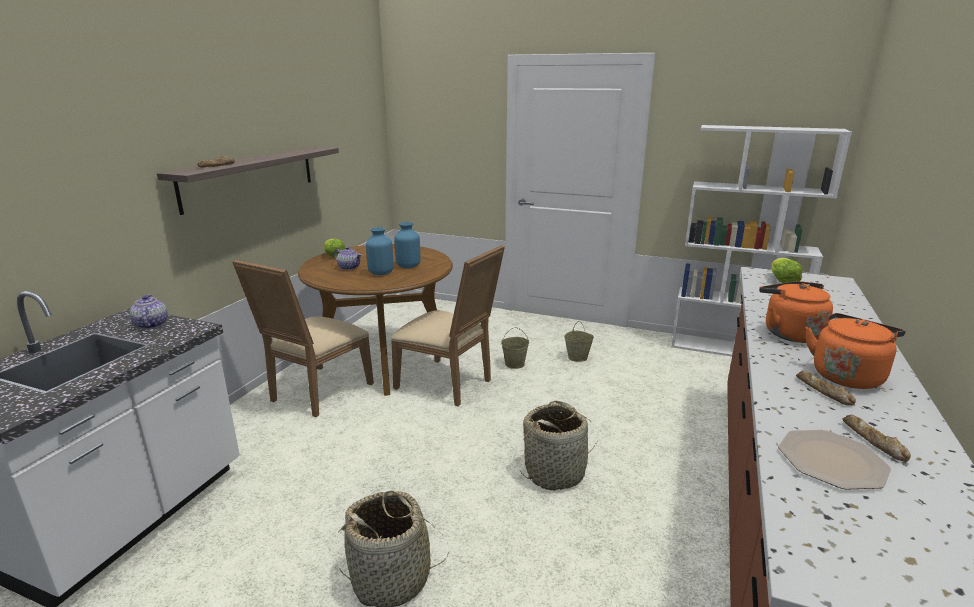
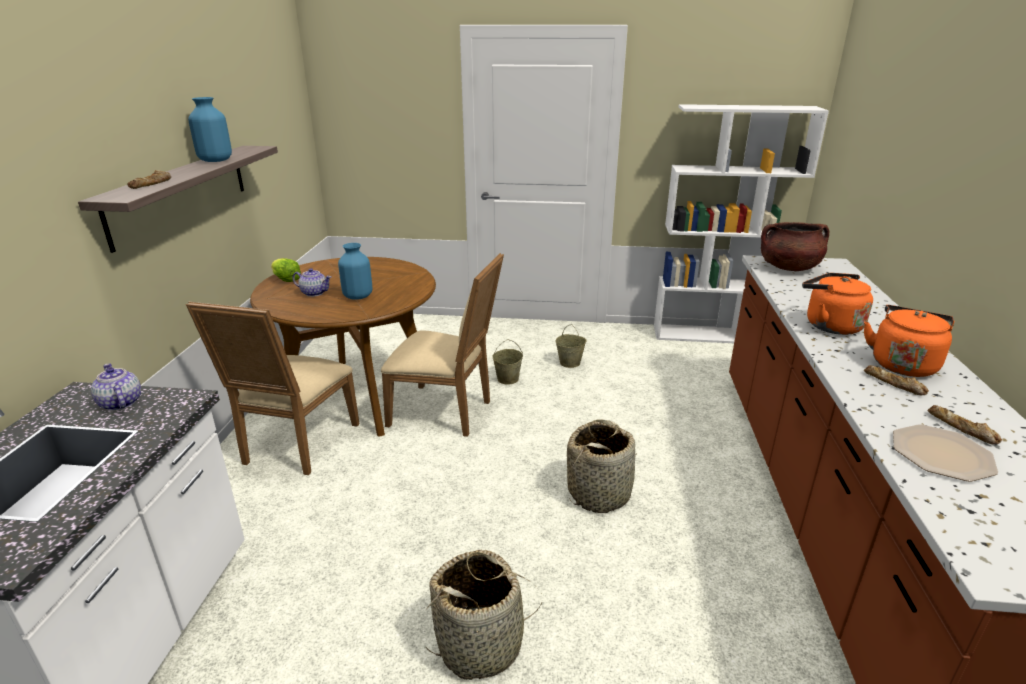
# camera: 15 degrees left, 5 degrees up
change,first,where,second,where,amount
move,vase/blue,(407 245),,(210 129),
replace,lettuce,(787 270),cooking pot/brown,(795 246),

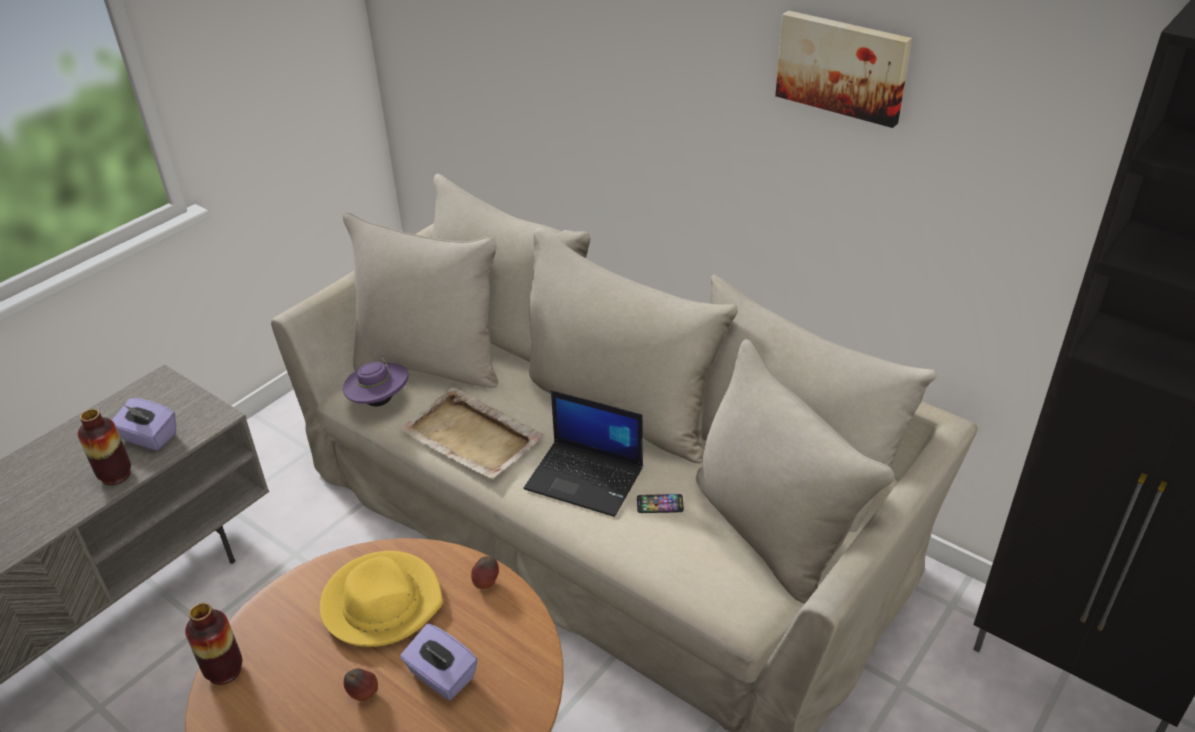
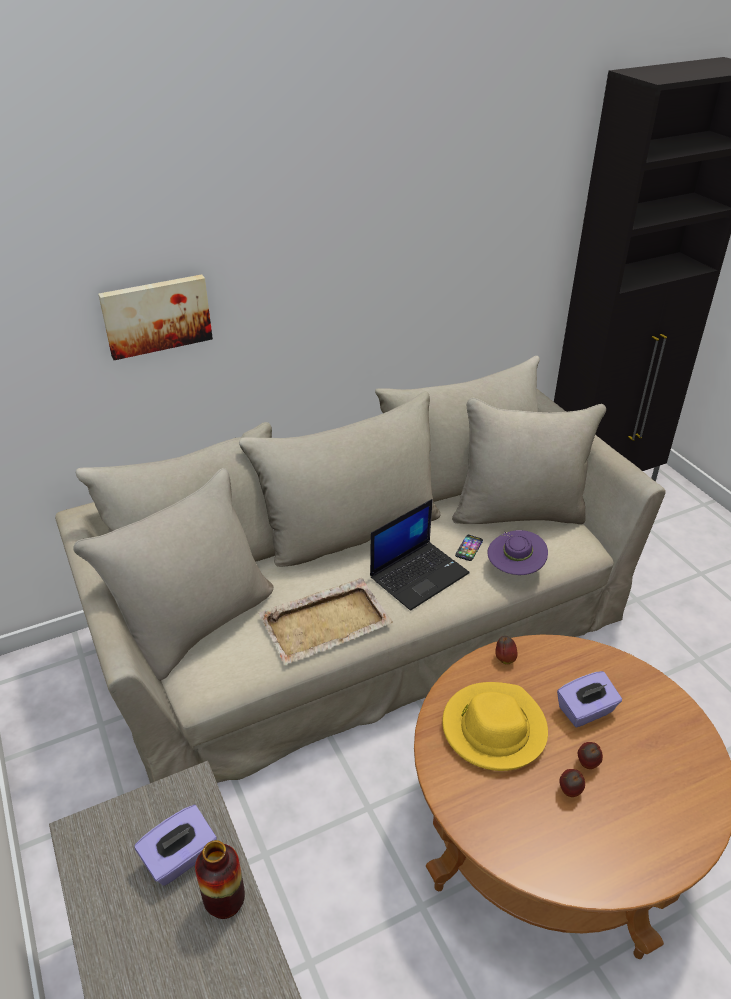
# camera: 65 degrees left, 0 degrees up
change,first,where,second,where,amount
move,picture,(843 69),,(155 317),
move,hat/purple,(376 381),,(517 552),
insert,,,apple,(572 783),
delete,vase,(214 644),,,

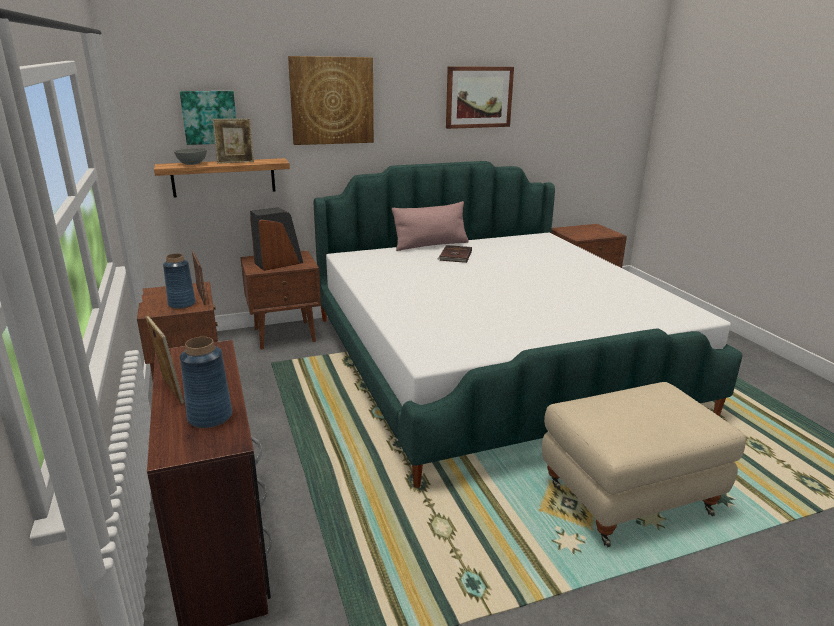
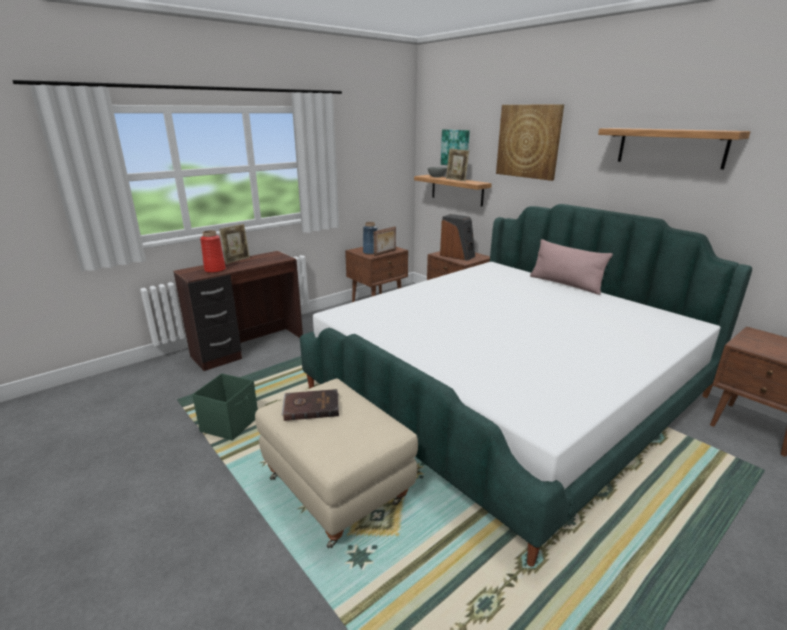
# camera: 70 degrees right, 0 degrees up
change,first,where,second,where,amount
insert,,,storage box/green,(225 407),
recolor,vase/blue,(206 382),vase/red,(213 251),
move,book/brown,(455 254),,(310 405),
replace,picture,(480 97),shelf,(674 148),

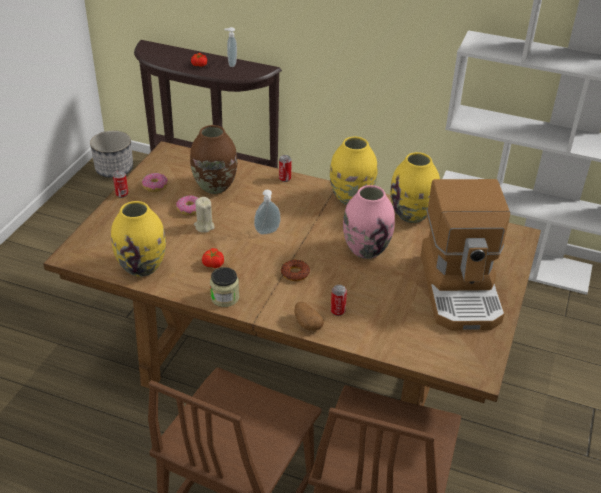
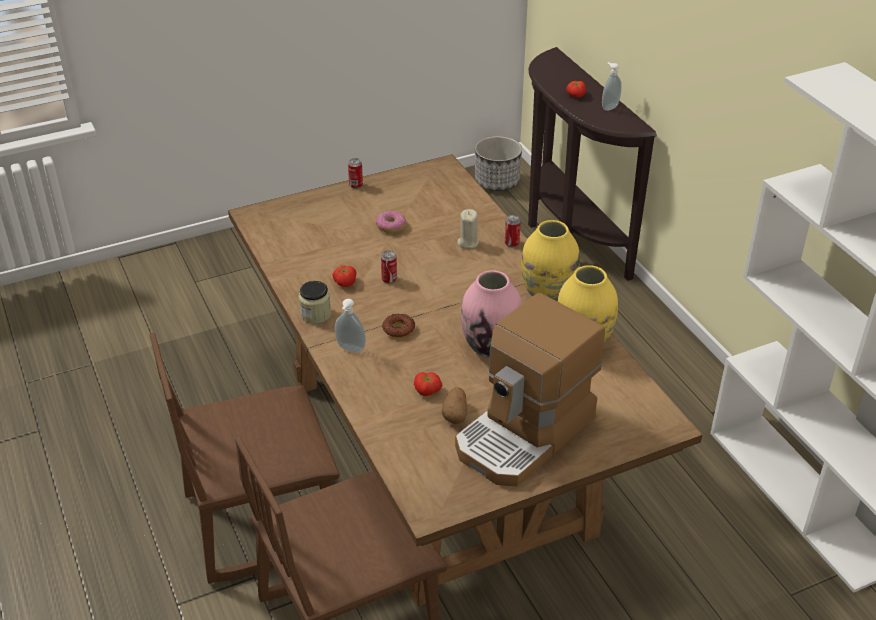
# camera: 45 degrees right, 0 degrees up
change,first,where,second,where,amount
move,soap dispenser,(267 212),,(350 326),
move,can,(339 300),,(389 267),
insert,,,tomato,(428 384),
move,potato,(309 316),,(454 406),
move,candle/beige,(204 215),,(468 229),
delete,vase/yellow,(138 239),,,
delete,donut,(155 182),,,
delete,vase/brown,(213 159),,,

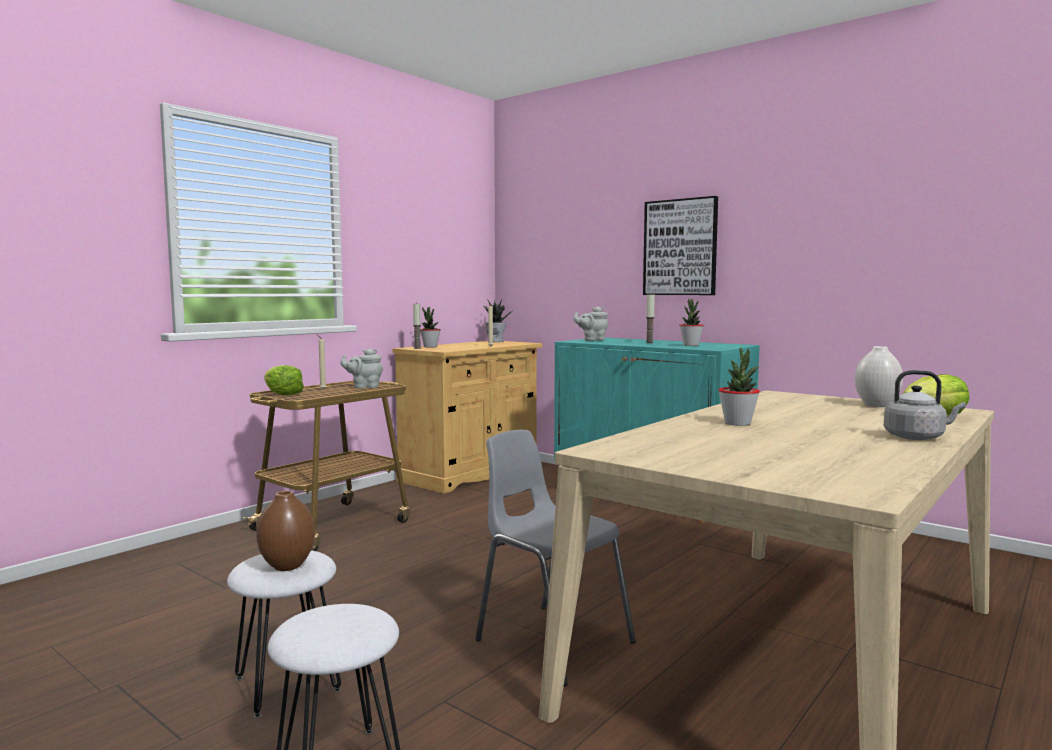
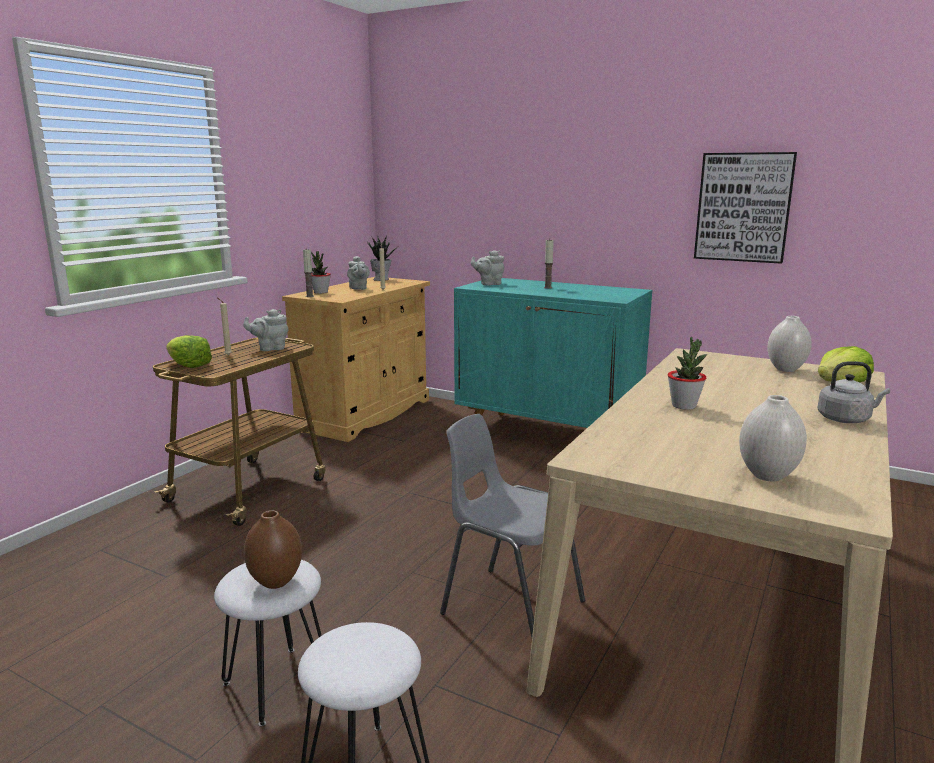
# camera: 10 degrees left, 10 degrees up
change,first,where,second,where,amount
insert,,,teapot/grey,(358 273),
move,picture,(680 245),,(745 208),
insert,,,vase/white,(773 438),
delete,potted plant,(691 322),,,

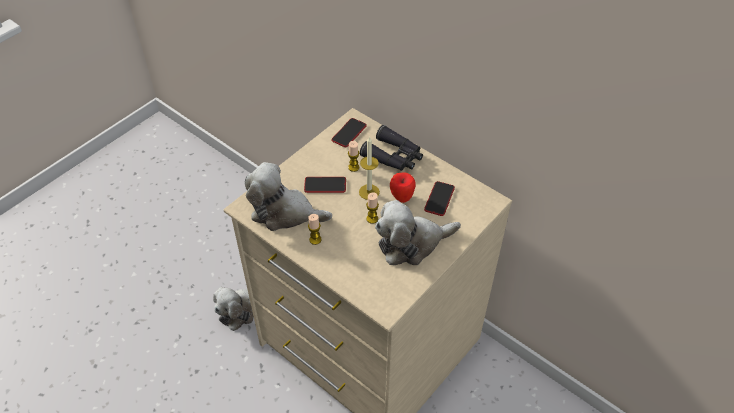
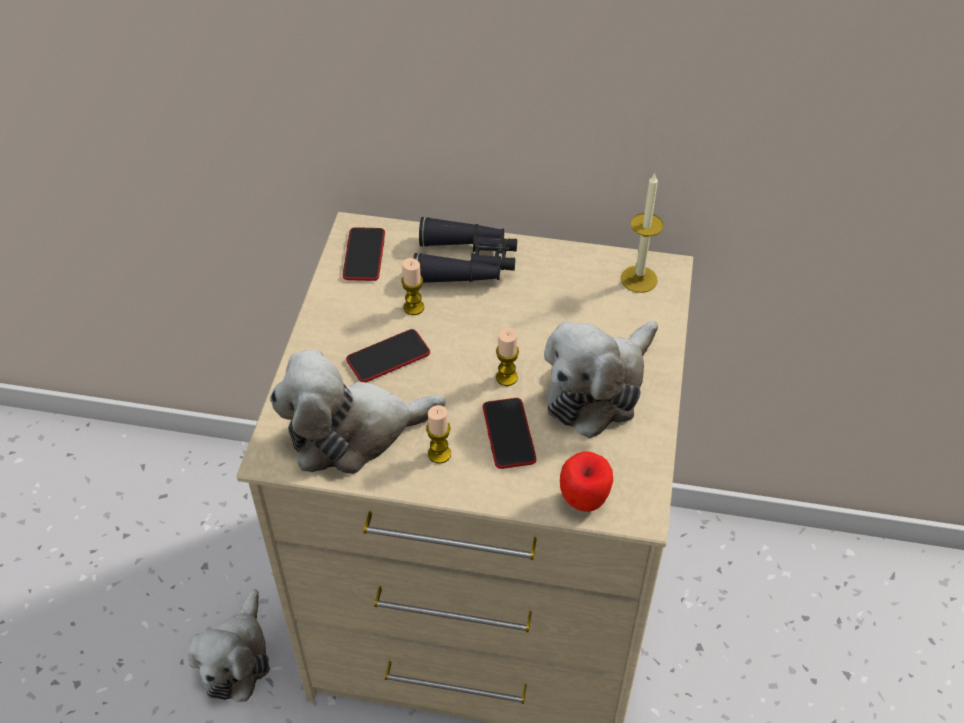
# camera: 30 degrees left, 0 degrees up
change,first,where,second,where,amount
move,phone,(439 198),,(509 433),
move,apple,(403 187),,(586 481),
move,candle,(369 168),,(642 233),

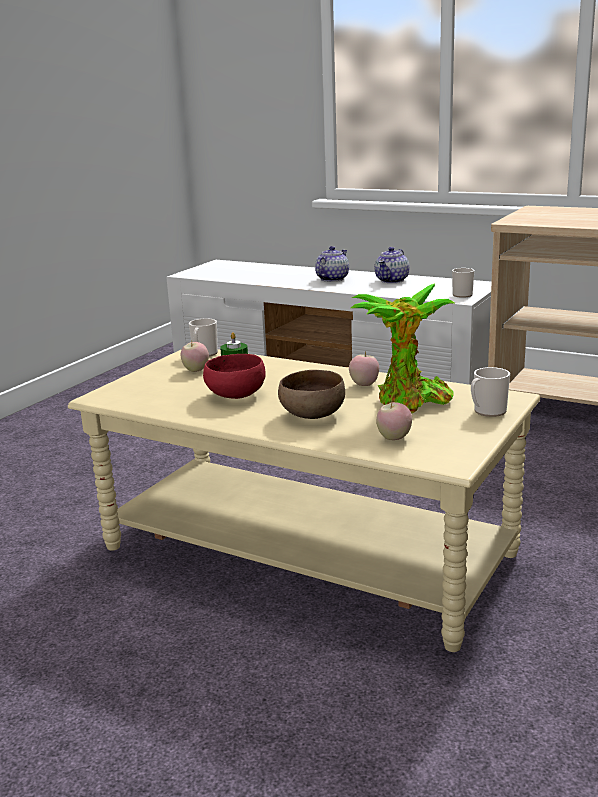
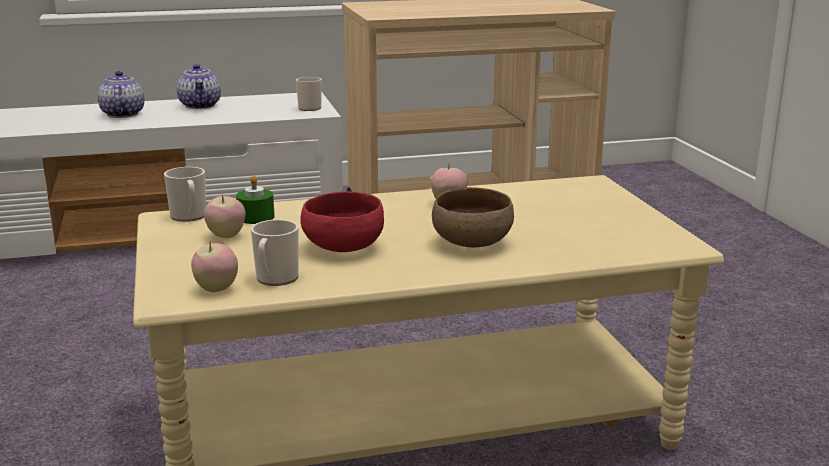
# camera: 45 degrees left, 0 degrees up
change,first,where,second,where,amount
move,apple,(394 420),,(214 267),
move,mug,(490 392),,(275 253),
delete,potted plant,(402 348),,,

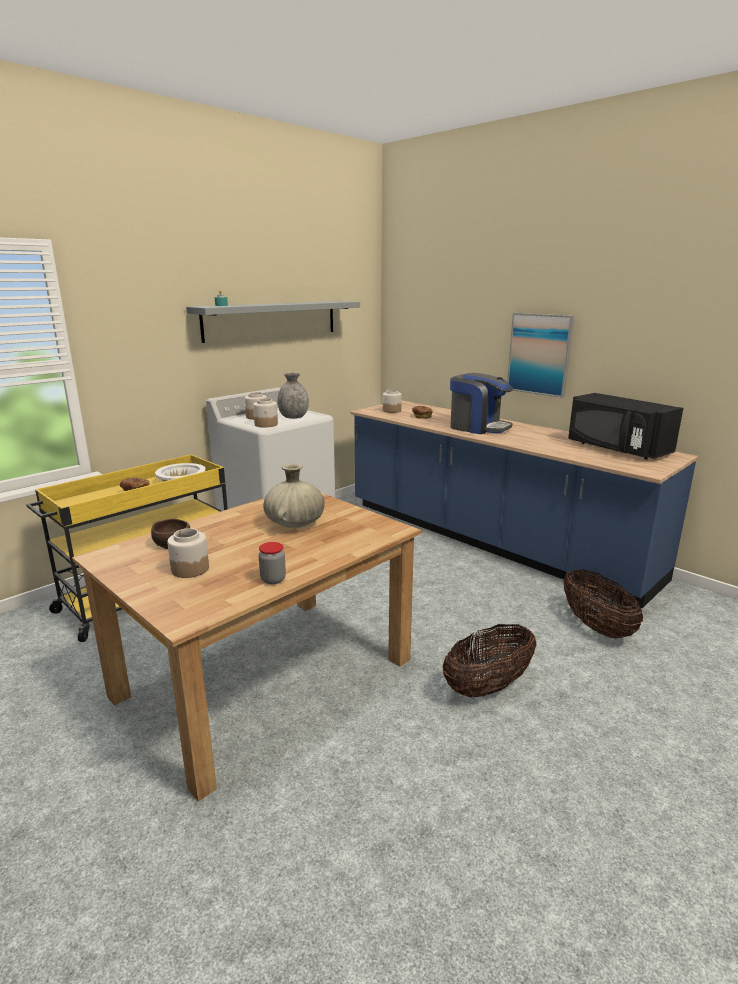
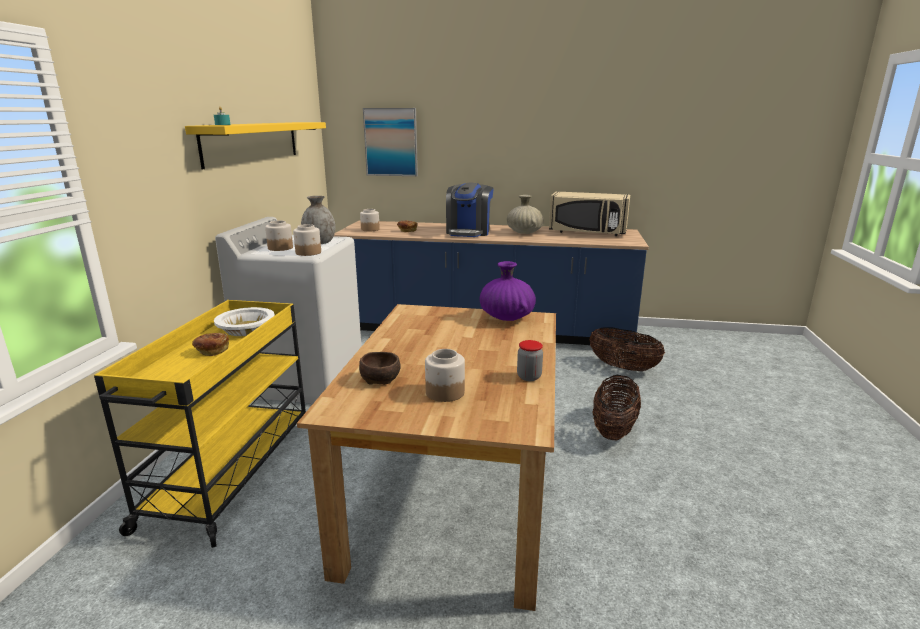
# camera: 35 degrees left, 0 degrees up
change,first,where,second,where,amount
recolor,shelf/grey,(273 322),shelf/yellow,(255 145),
move,picture,(540 355),,(390 142),
rotate,coffee machine,(481 403),,(470 210),105 degrees clockwise
insert,,,vase/purple,(508 291),
move,vase/beige,(293 495),,(525 214),
recolor,microwave/black,(625 426),microwave/beige,(589 214),

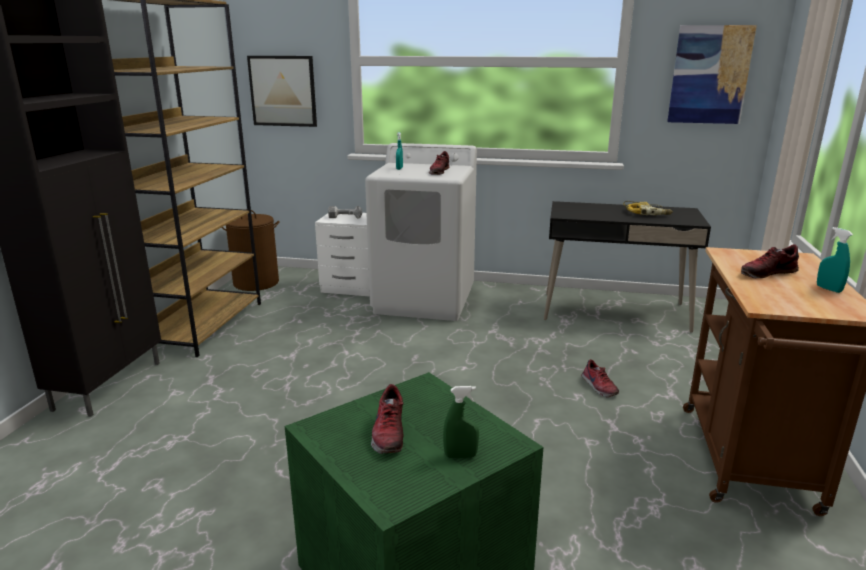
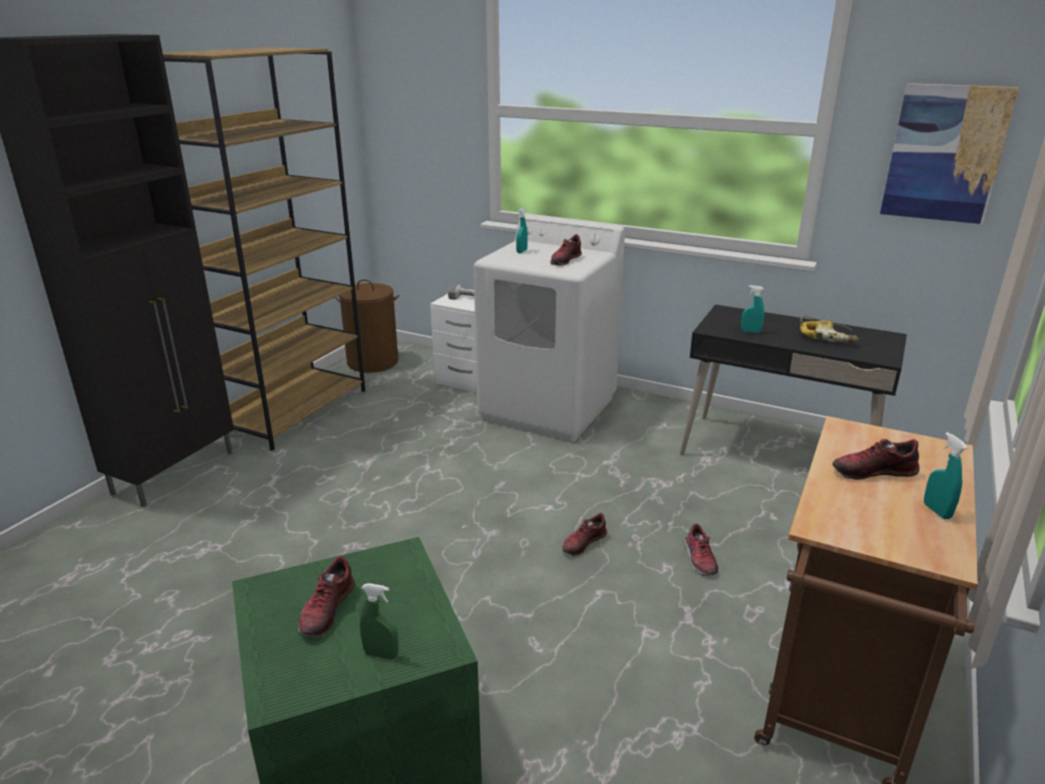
# camera: 15 degrees right, 5 degrees up
change,first,where,second,where,amount
insert,,,shoe,(584 534),
insert,,,spray bottle/turquoise,(752 309),
delete,picture,(282 91),,,

